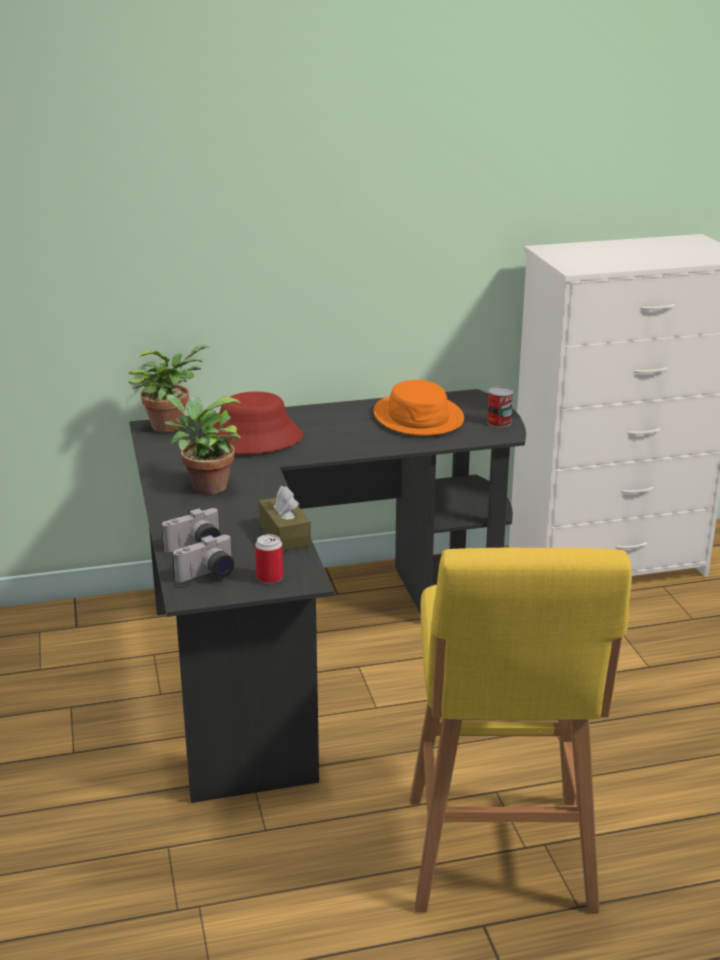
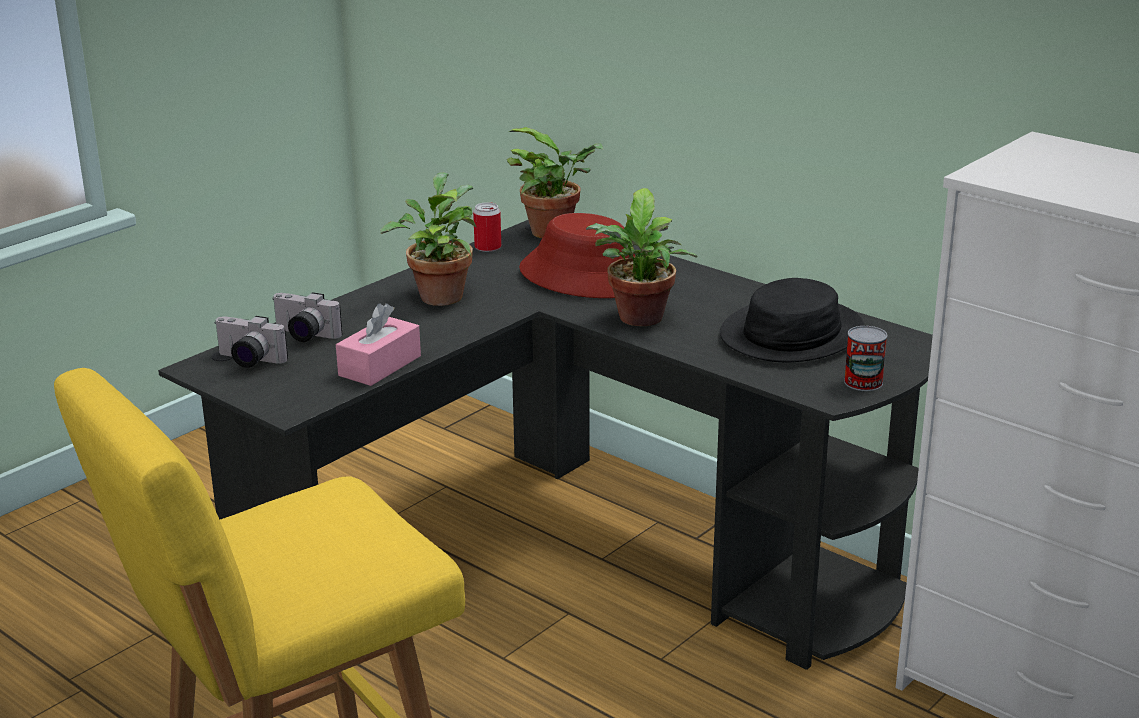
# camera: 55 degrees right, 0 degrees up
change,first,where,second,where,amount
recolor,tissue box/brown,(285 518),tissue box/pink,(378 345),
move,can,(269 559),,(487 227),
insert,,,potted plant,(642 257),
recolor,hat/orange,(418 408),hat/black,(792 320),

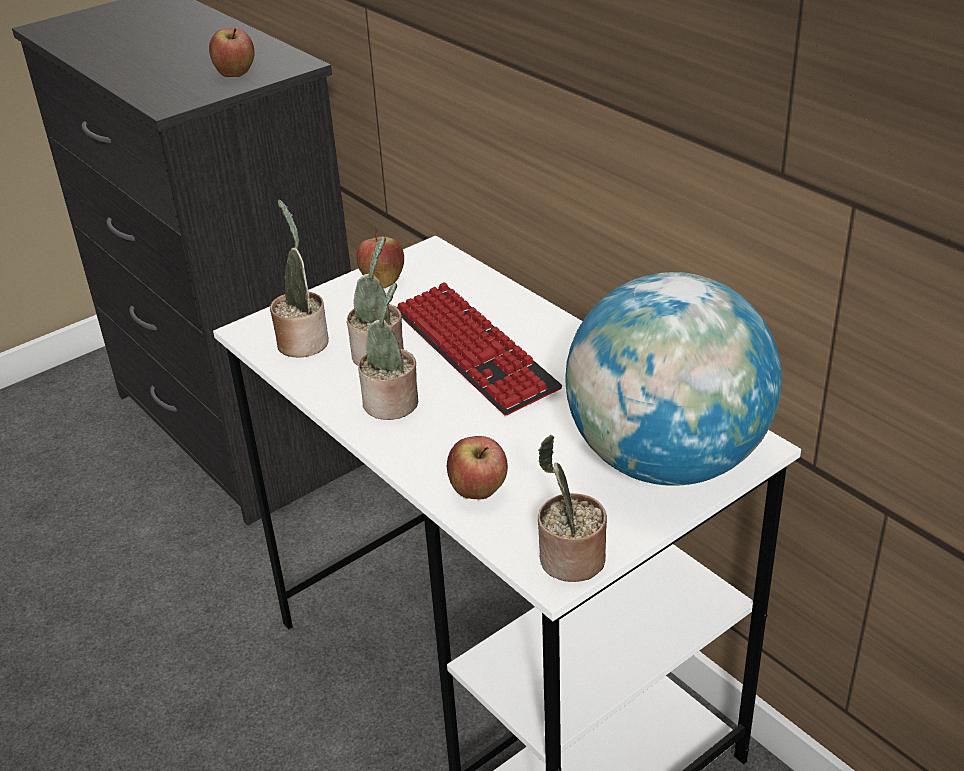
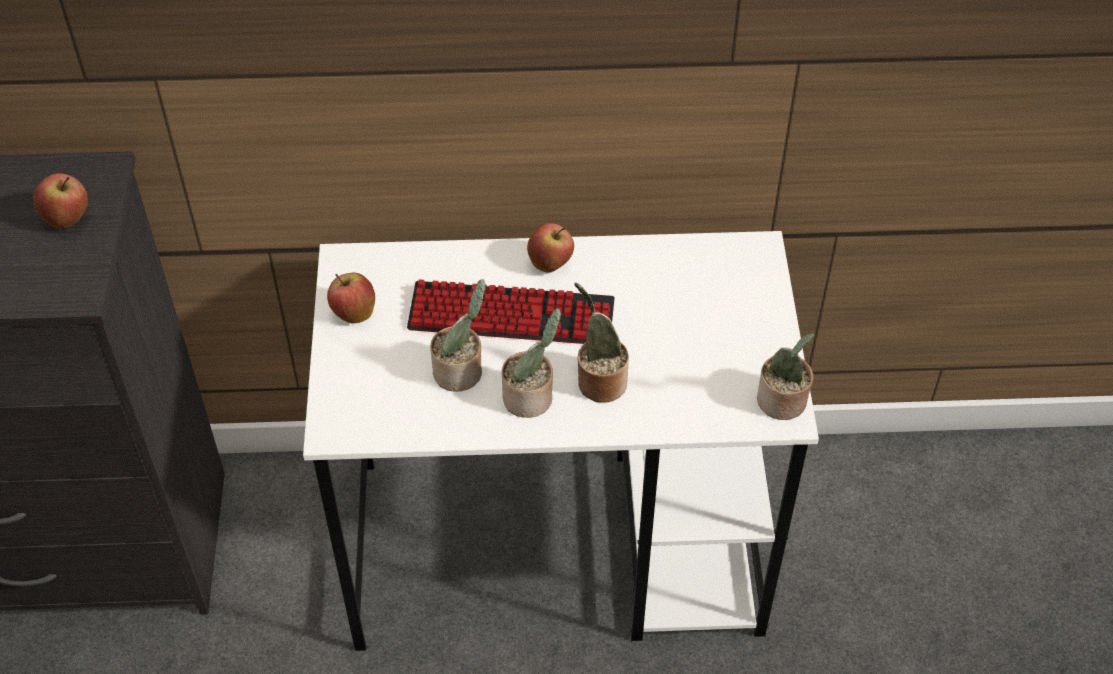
# camera: 55 degrees left, 15 degrees up
change,first,where,second,where,amount
move,apple,(477 468),,(550 248),
move,potted plant,(299 278),,(601 343),
delete,globe,(673 379),,,

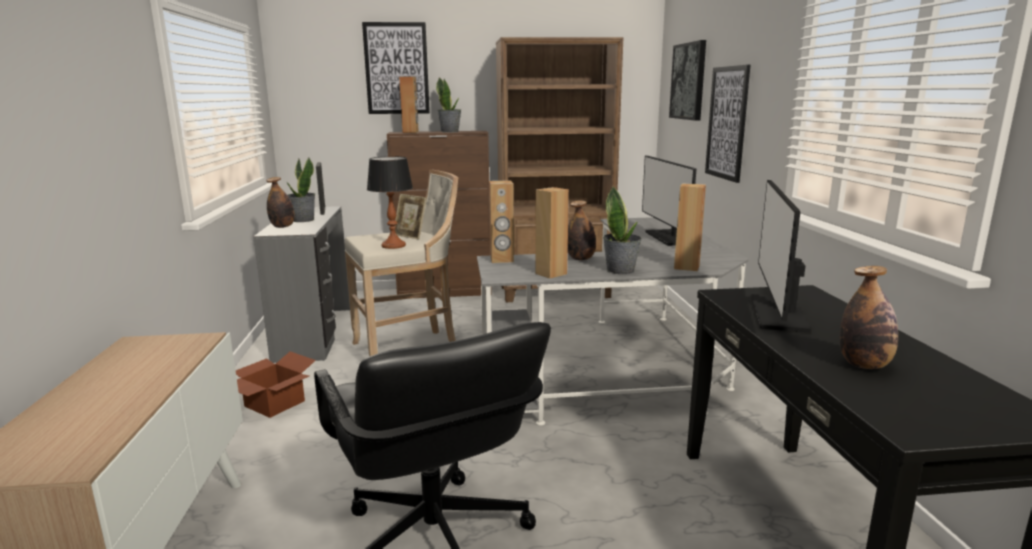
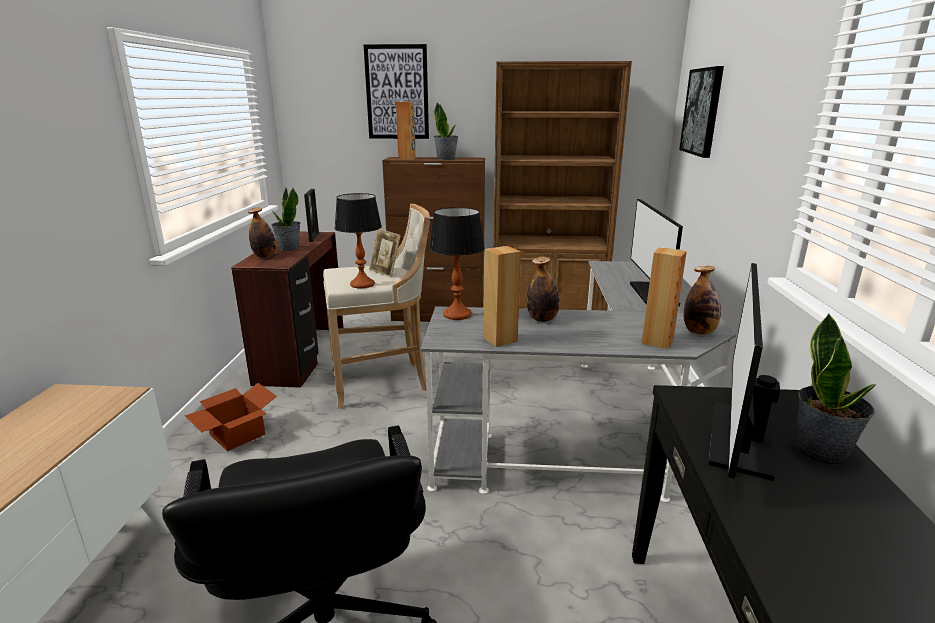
# camera: 10 degrees right, 5 degrees up
change,first,where,second,where,amount
recolor,desk/grey,(301 284),desk/brown,(287 309),
replace,speaker/brown,(501 221),table lamp,(457 263),
move,bottle,(868 317),,(702 300),
move,potted plant,(622 230),,(835 389),
delete,picture,(727 123),,,

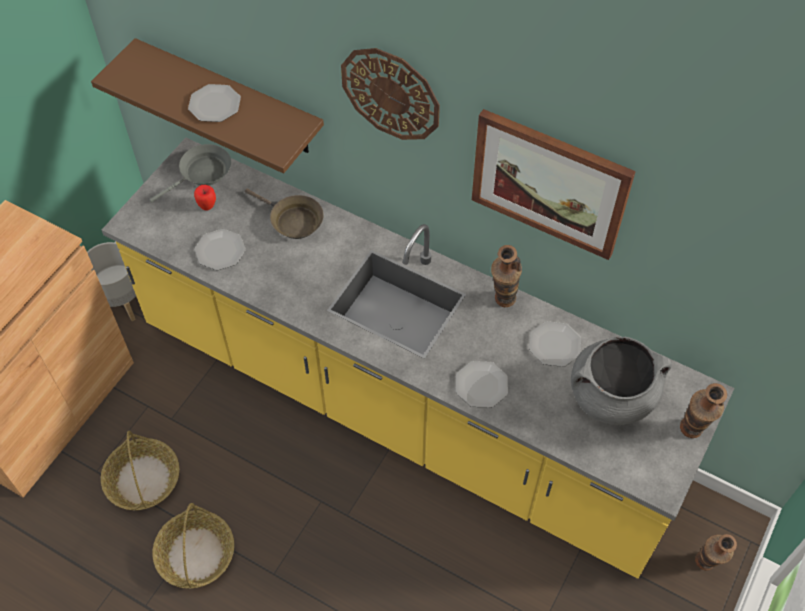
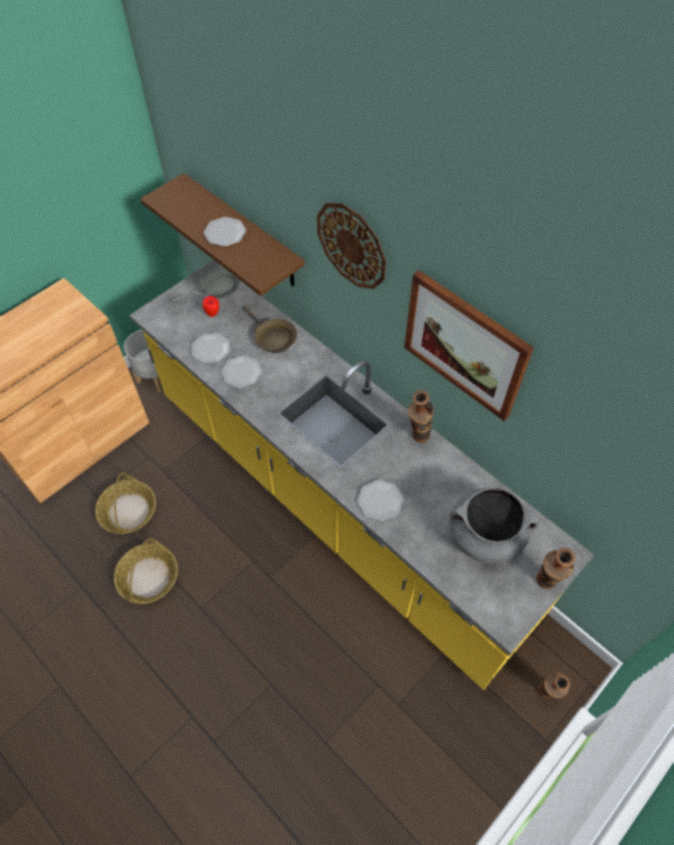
# camera: 15 degrees right, 0 degrees up
change,first,where,second,where,amount
move,plate,(555 344),,(241 371),

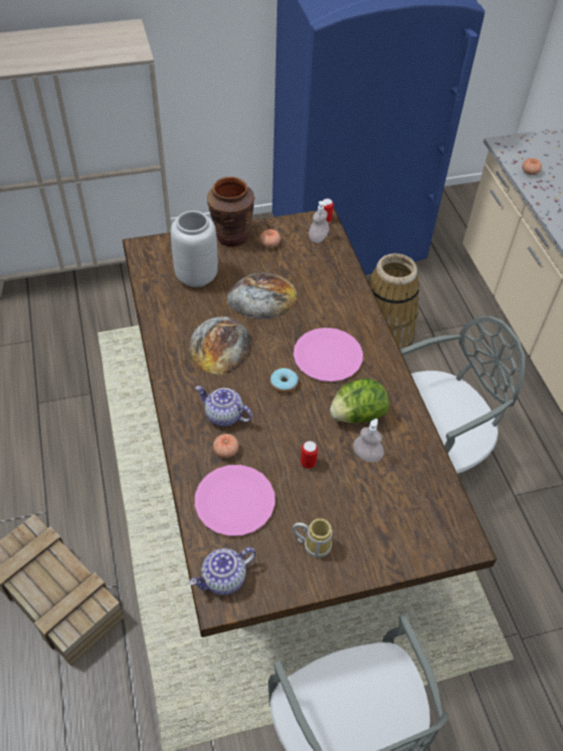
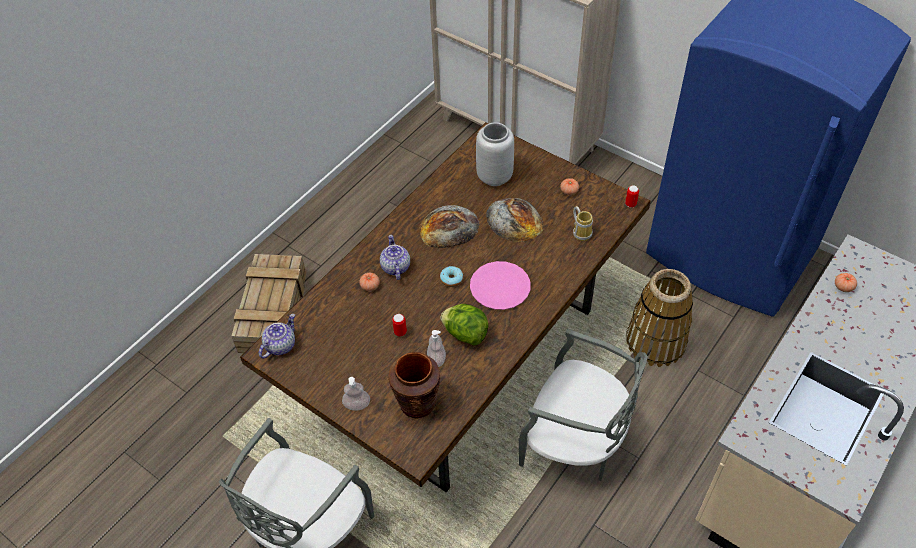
# camera: 55 degrees right, 0 degrees up
change,first,where,second,where,amount
rotate,teapot,(222 571),,(277 336),105 degrees clockwise
move,soap dispenser,(319 222),,(356 394),
move,vase/brown,(231 212),,(414 385),
move,mug,(312 538),,(583 223),
delete,plate/pink,(235 500),,,

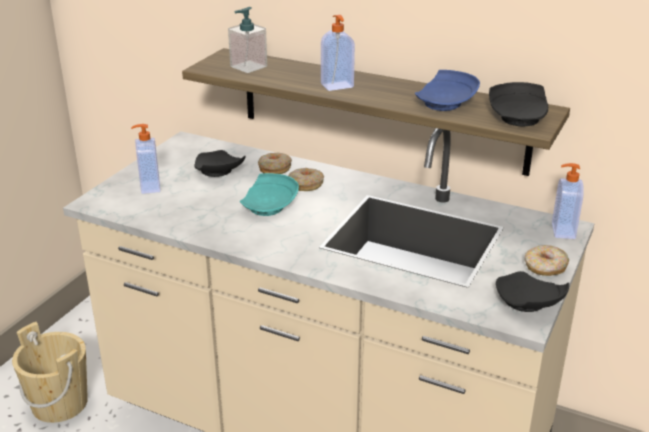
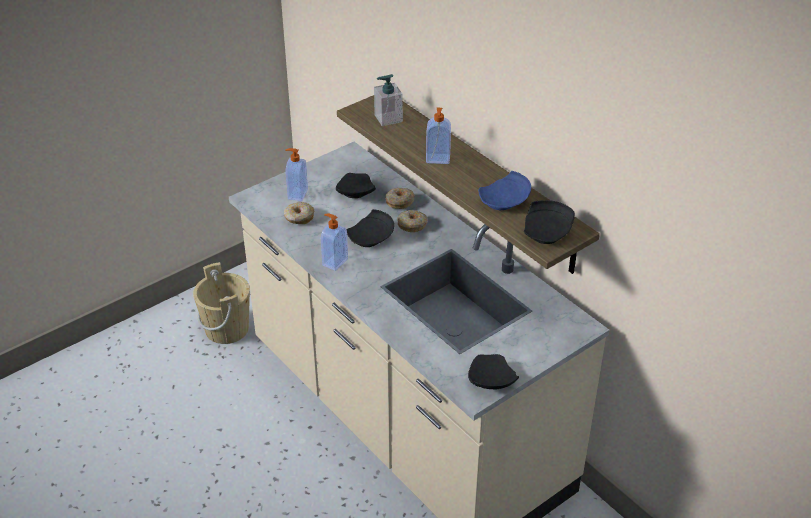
# camera: 25 degrees right, 10 degrees up
change,first,where,second,where,amount
move,donut,(547 260),,(299 213),
move,soap dispenser,(568 201),,(334 242),
recolor,plate/turquoise,(269 194),plate/black,(370 228),

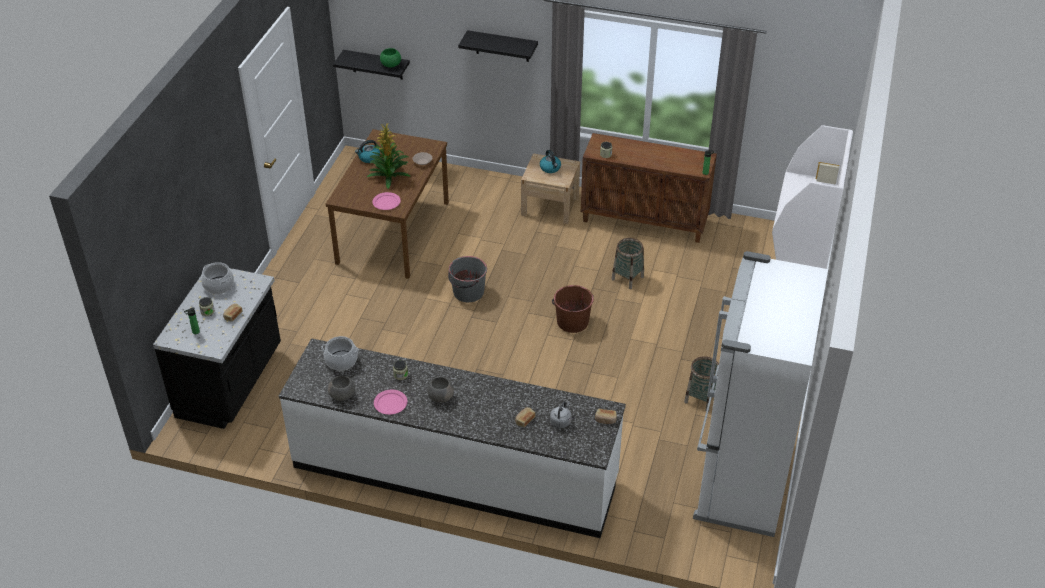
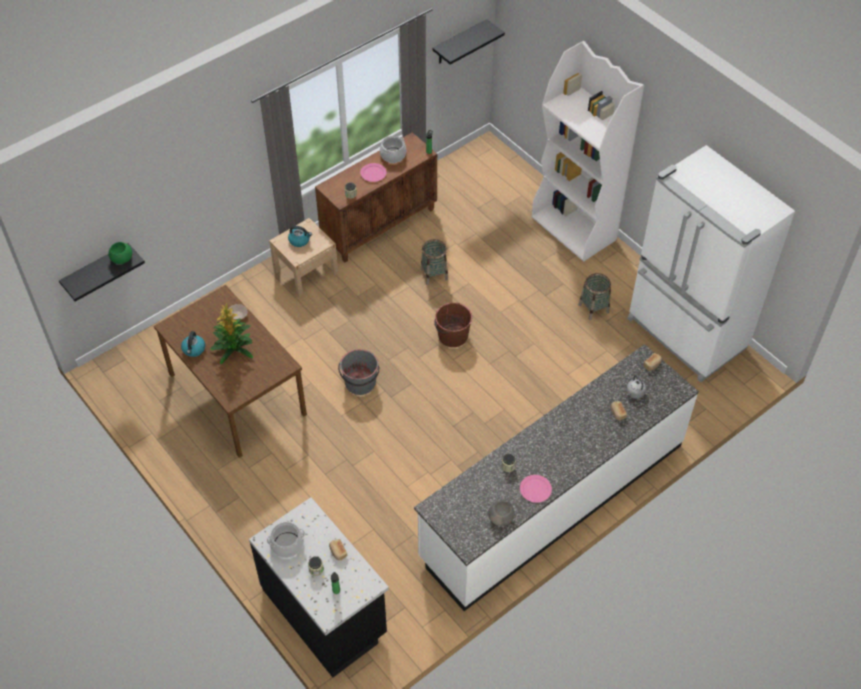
# camera: 55 degrees left, 10 degrees up
change,first,where,second,where,amount
move,plate/pink,(386 201),,(373 172),
move,cooking pot,(340 353),,(393 149),
move,shelf/black,(498 46),,(468 42),
delete,bowl/grey,(440 389),,,

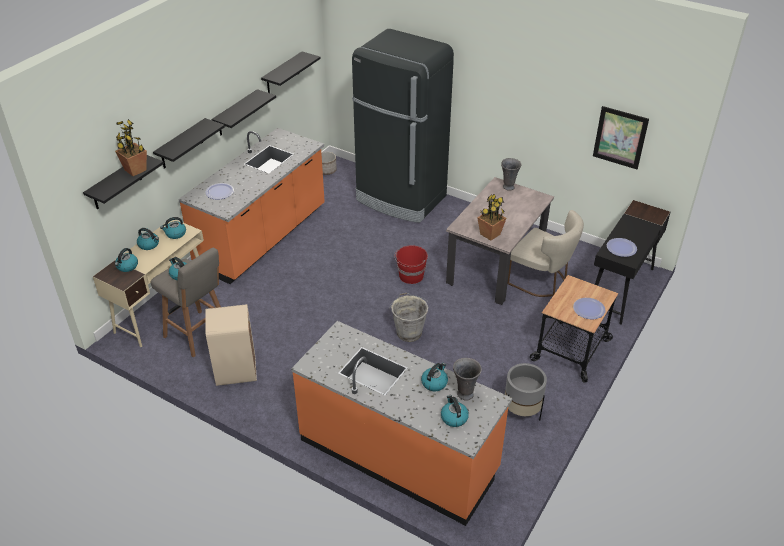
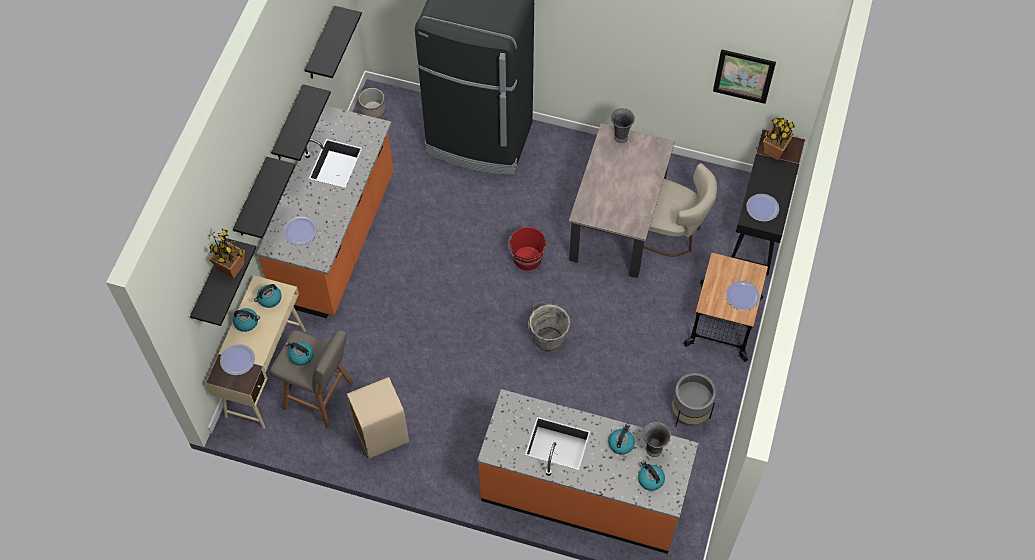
# camera: 15 degrees left, 20 degrees up
change,first,where,second,where,amount
replace,kettle,(126 260),plate,(237 359),
move,potted plant,(491 217),,(779 138),

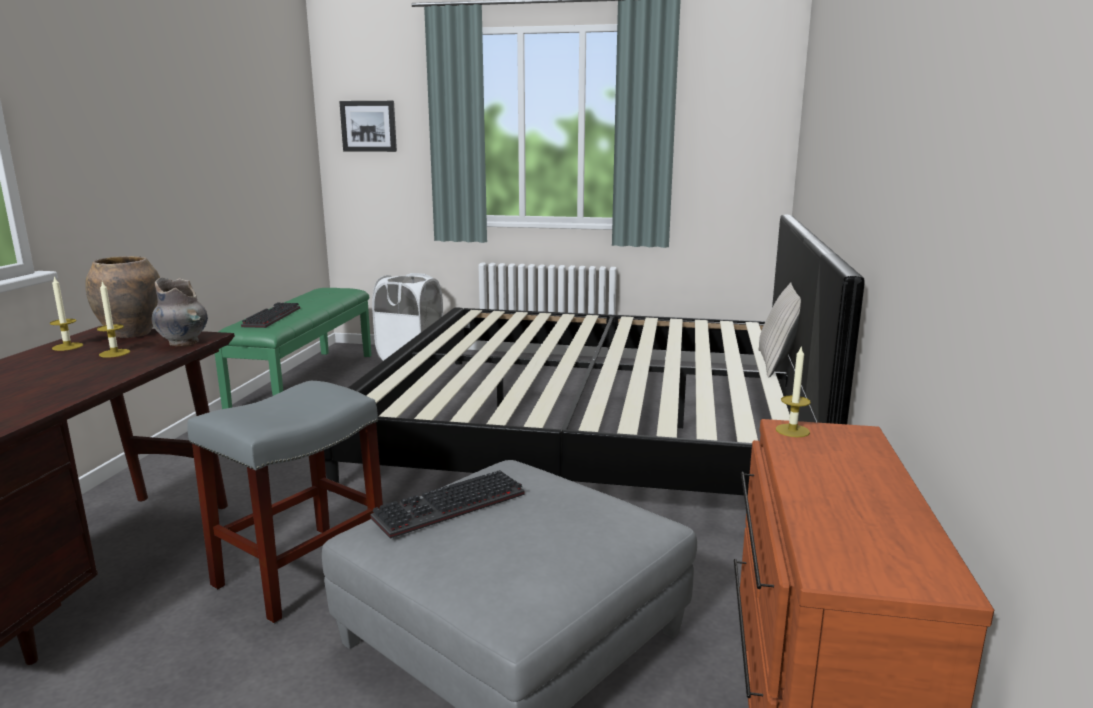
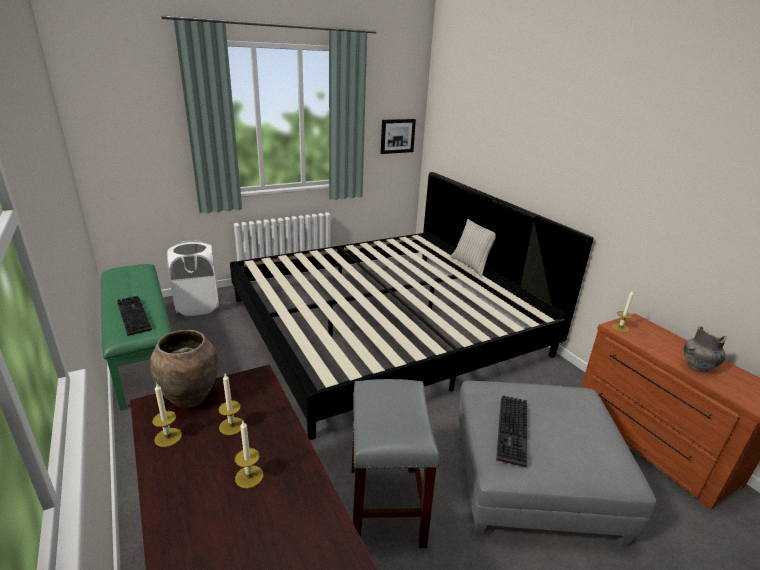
# camera: 40 degrees left, 10 degrees up
change,first,where,second,where,amount
insert,,,candle,(249 454),
move,picture,(368 126),,(398 136),
move,vase/grey,(180 311),,(705 349),

